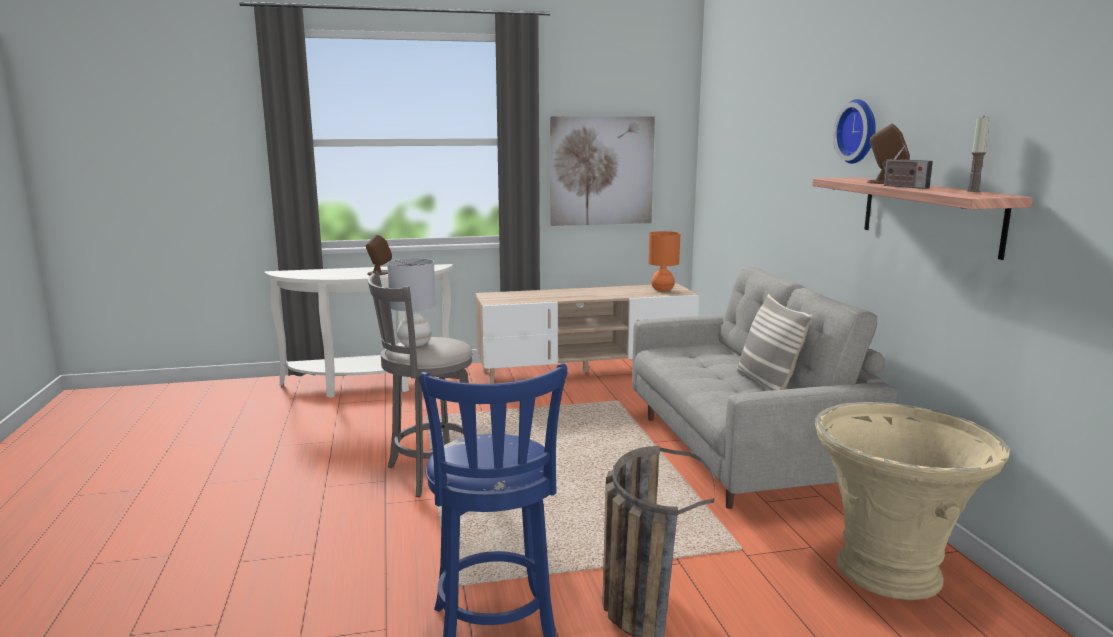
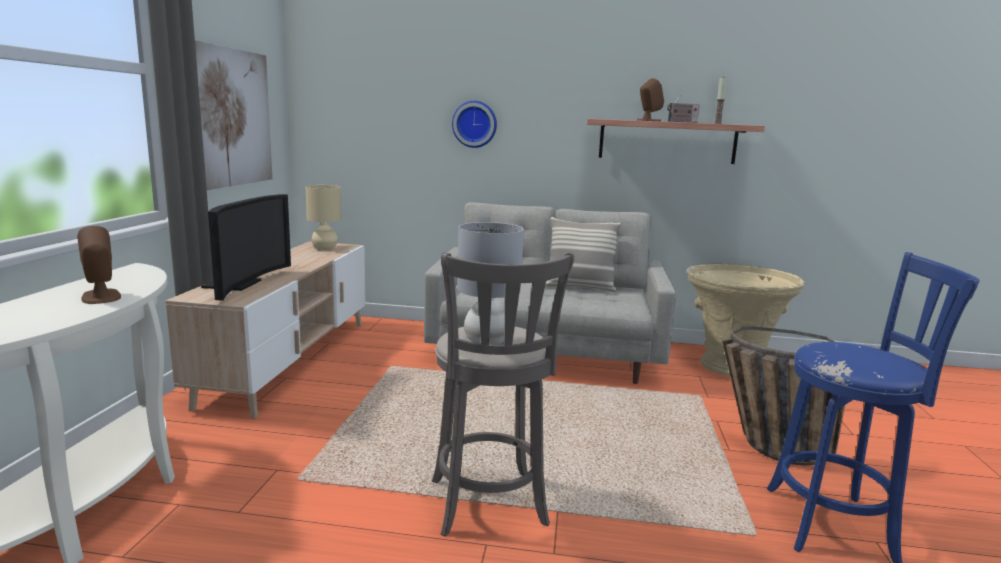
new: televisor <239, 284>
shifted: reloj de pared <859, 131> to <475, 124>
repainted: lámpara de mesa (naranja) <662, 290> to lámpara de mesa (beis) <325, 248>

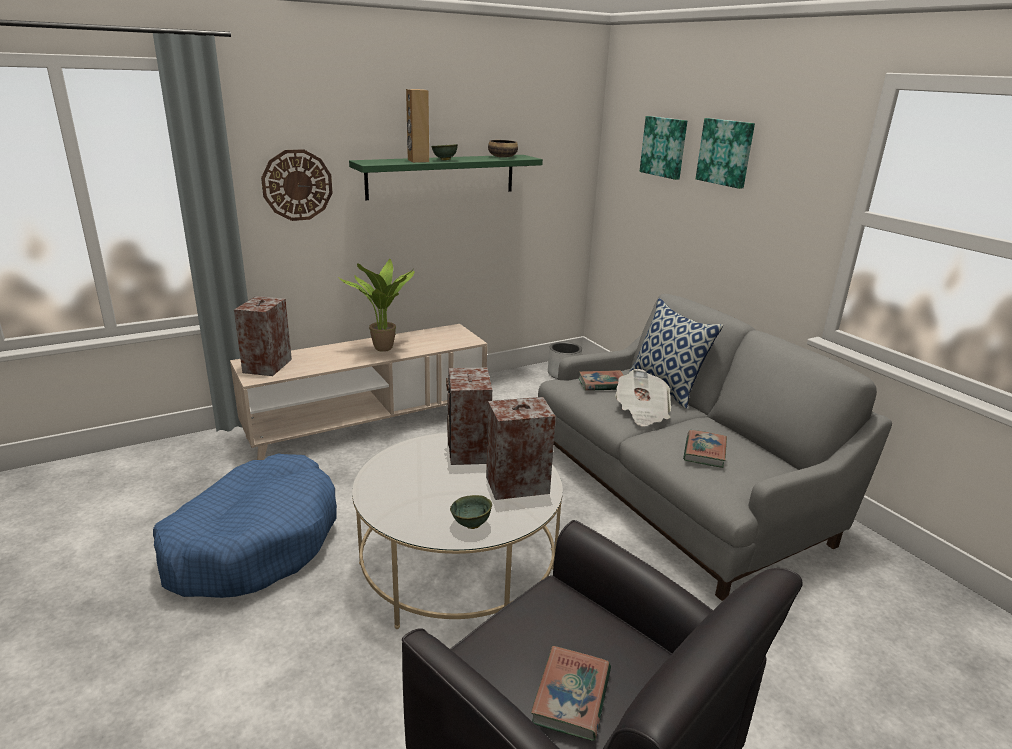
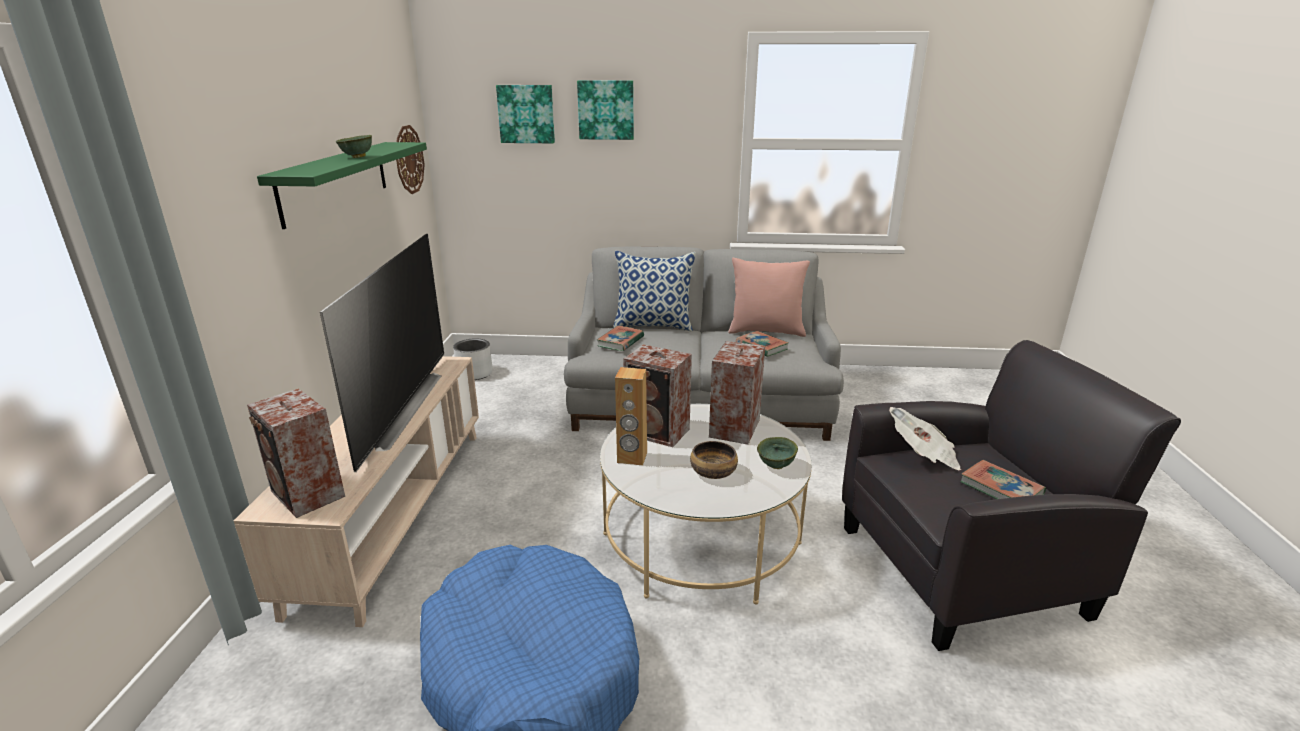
new: cojín (rosa) <766, 331>
shifted: altavoz (marrón) <418, 161> to <632, 458>; cuenco <502, 157> to <712, 472>; reloj de pared <297, 185> to <409, 159>; periódico <641, 412> to <922, 455>
swapped: planta en maceta <385, 350> to televisor <397, 408>

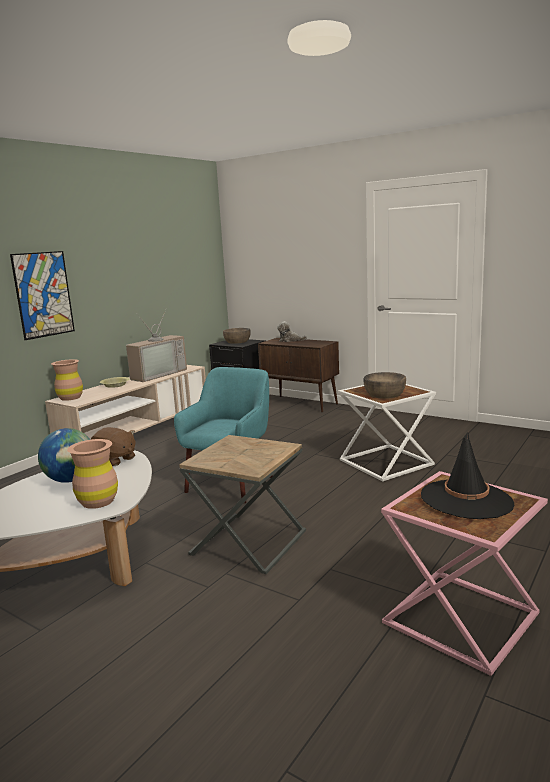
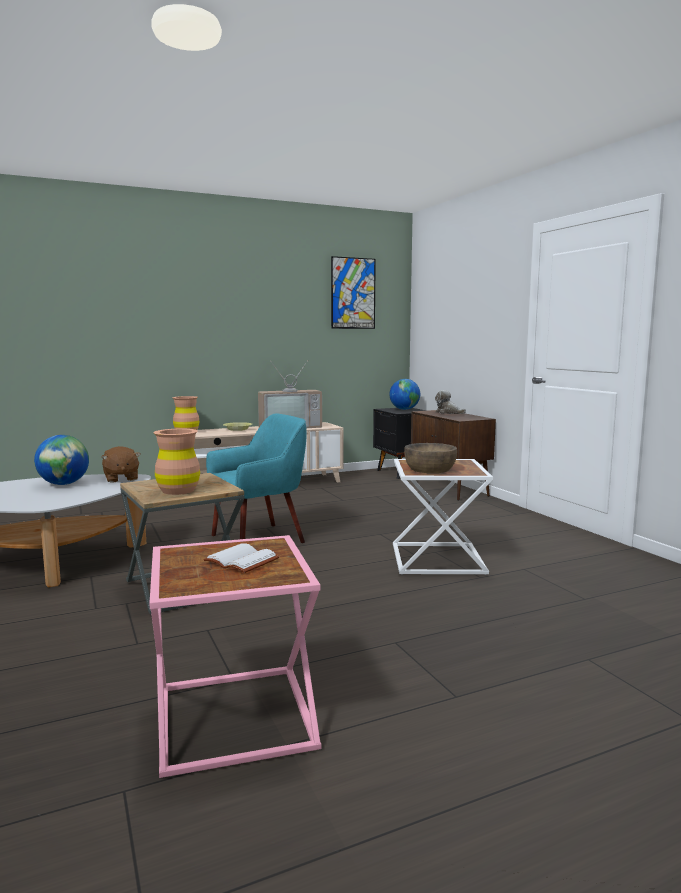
shifted: cuadro <43, 294> to <353, 293>; florero (marrón) <98, 501> to <178, 490>
swapped: cuenco (marrón) <237, 341> to globo terráqueo <404, 409>; sombrero (negro) <466, 499> to libro (blanco) <239, 561>

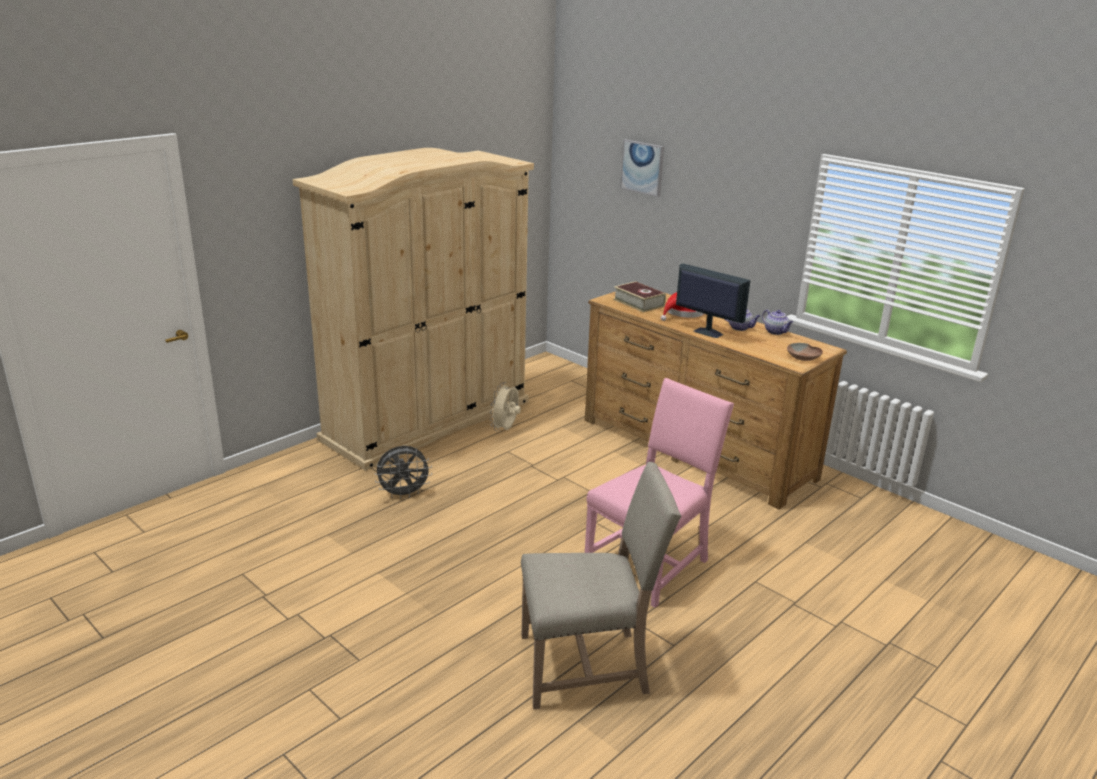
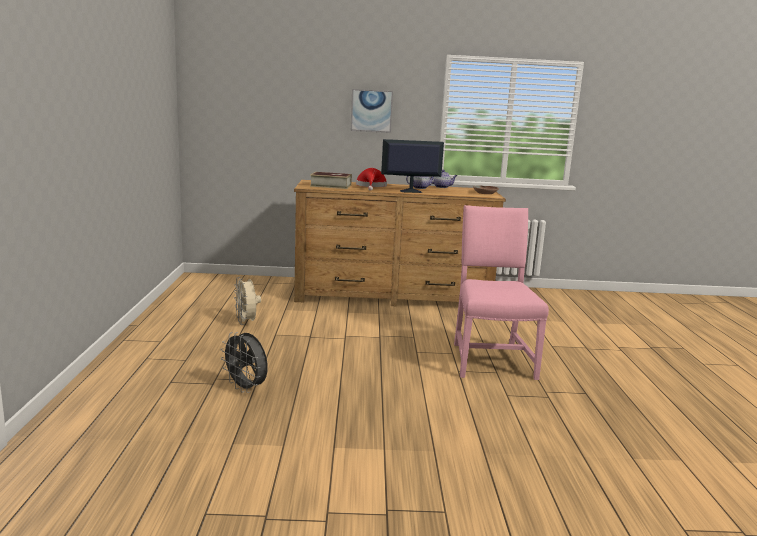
gone: armario ropero (beis) <427, 420>; silla (beis) <588, 665>
shifted: cuadro <642, 167> to <371, 111>
rotated: ventilador (gris) <404, 494> = <246, 388> 105 degrees clockwise

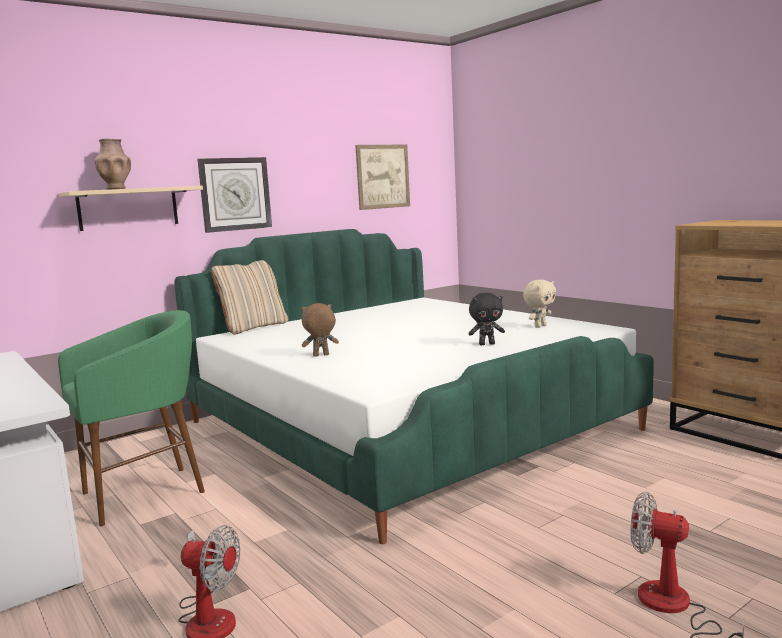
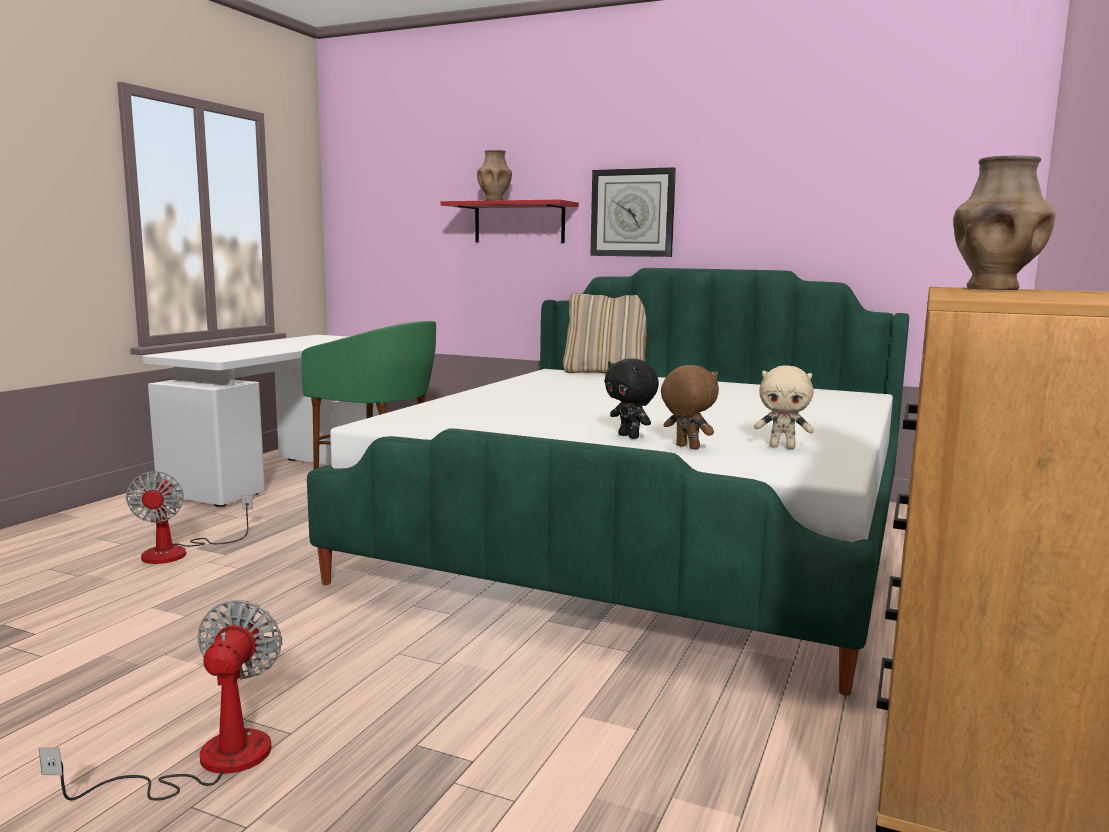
gone: cuadro <383, 176>
new: florero (marrón) <993, 289>
shifted: peluche (marrón) <321, 355> to <686, 447>
repainted: estante (beis) <128, 208> to estante (rojo) <519, 223>

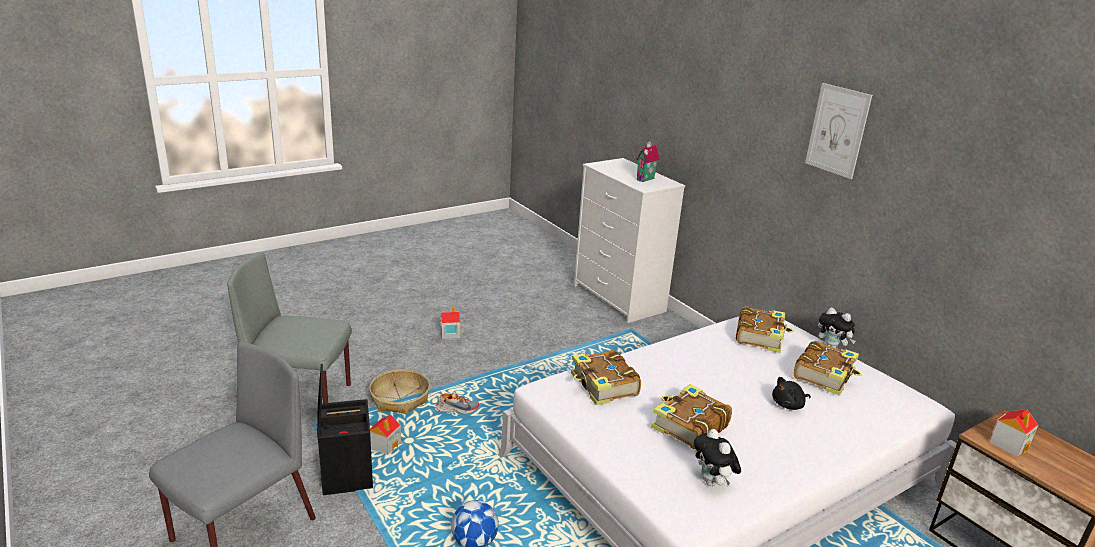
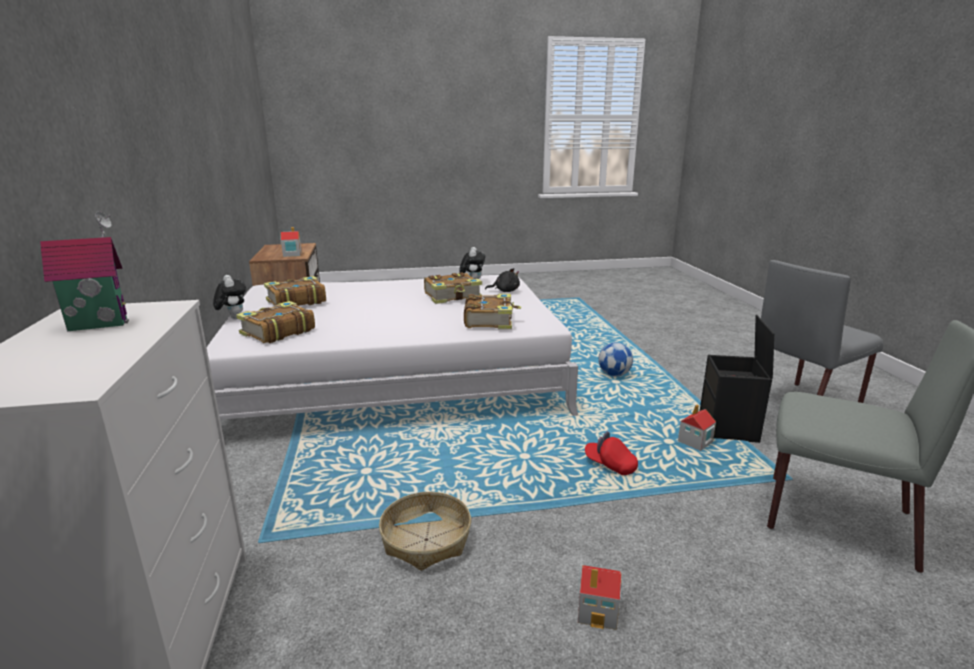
gone: cuadro <837, 130>
shifted: cesta <400, 399> to <426, 540>; peluche (negro) <789, 405> to <505, 291>
swapped: zapato <457, 409> to gorra (rojo) <610, 465>

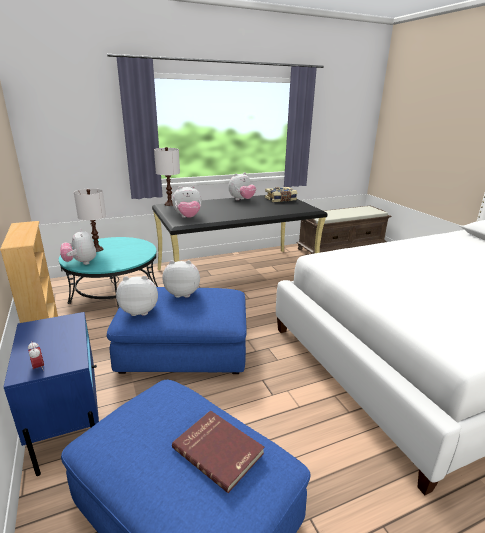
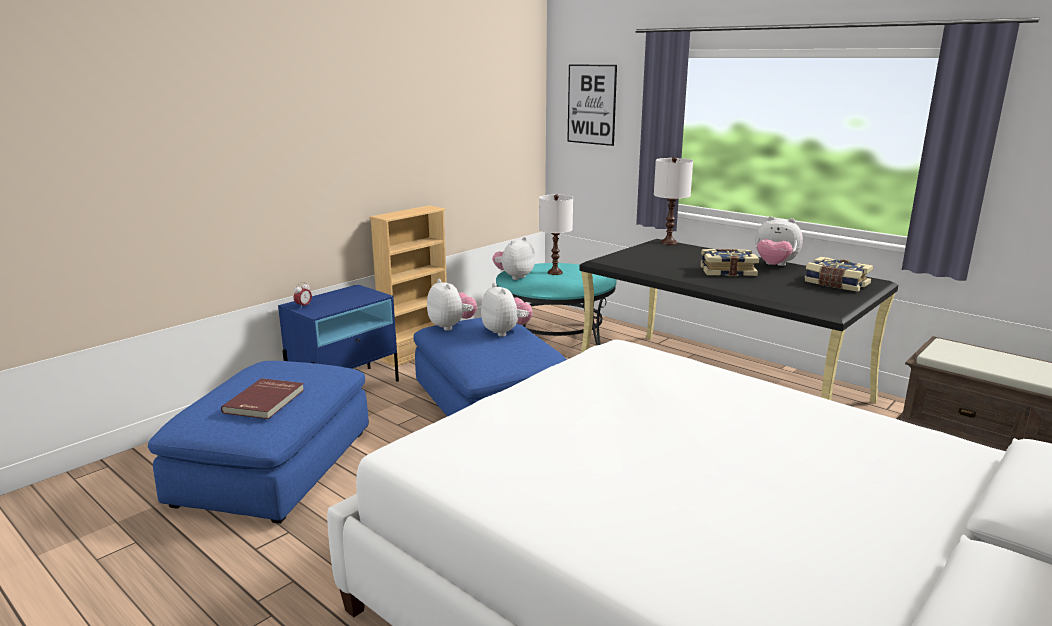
gone: peluche <188, 217>
new: cuadro <591, 104>; libro <727, 271>

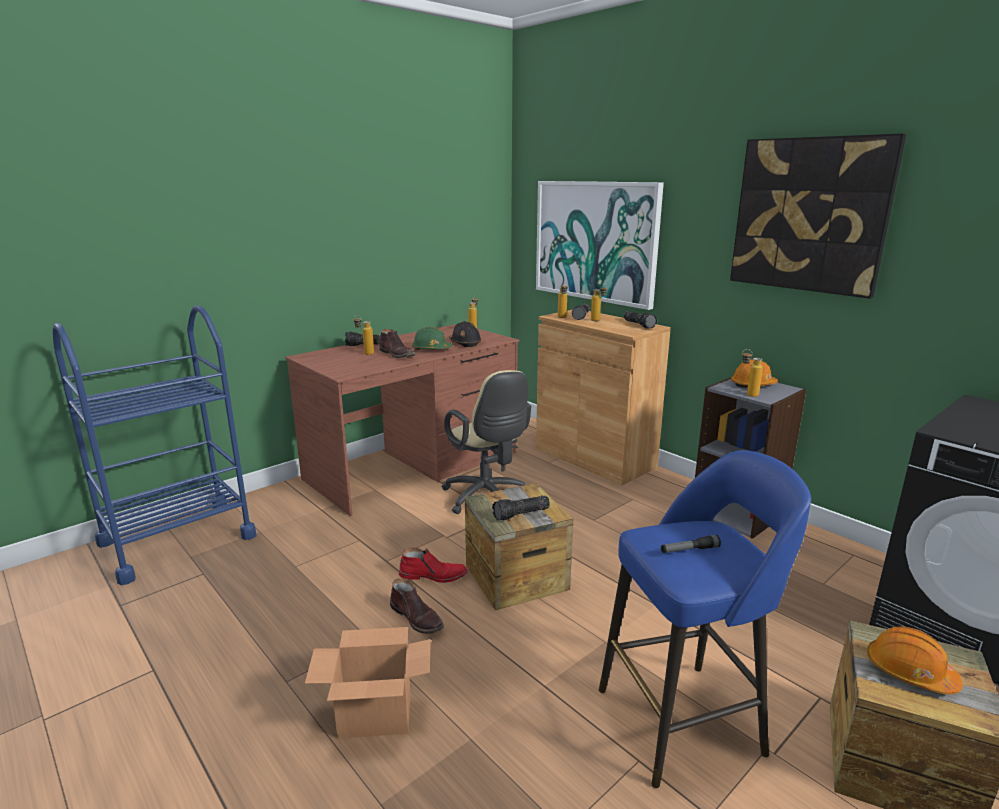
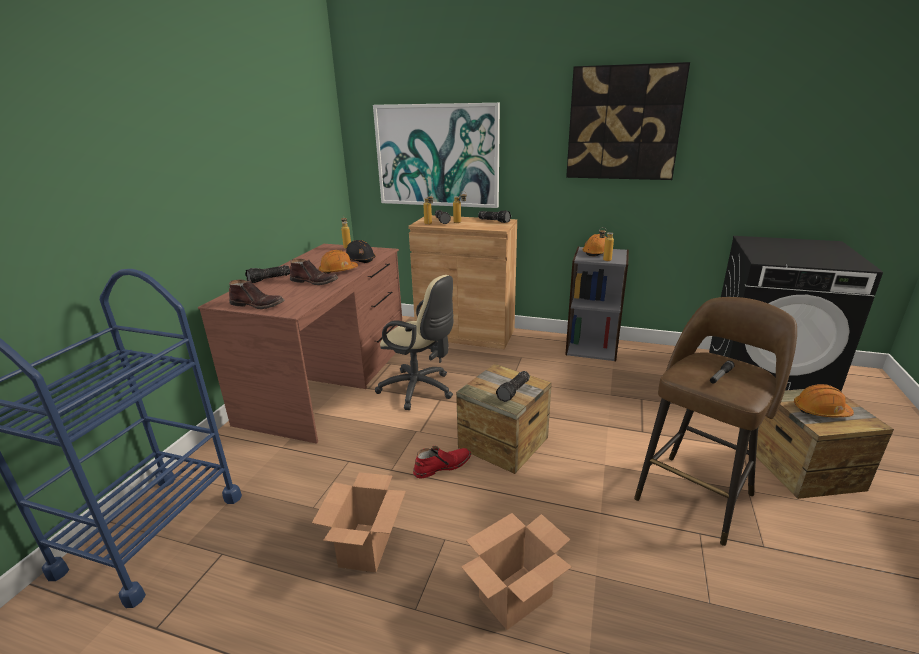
gone: botella <365, 354>
new: caja de cartón <366, 546>
shifted: bota (marrón) <417, 618> to <258, 305>
repainted: casco (verde) <431, 349> to casco (naranja) <338, 271>; taburete (azul) <684, 720> to taburete (marrón) <696, 495>

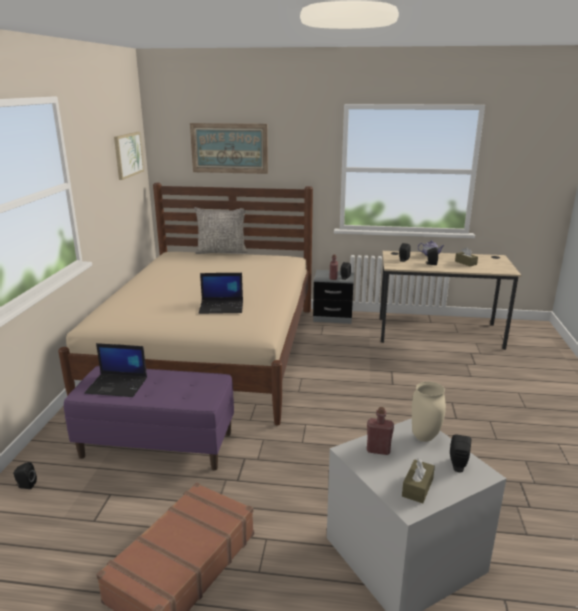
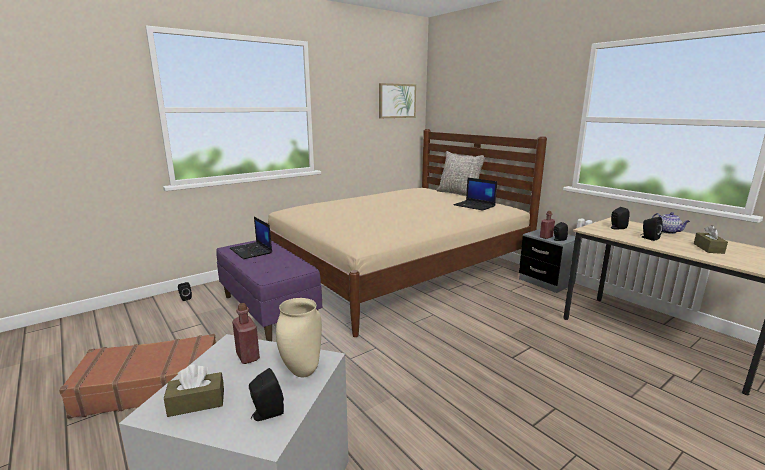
gone: cuadro <229, 148>
shifted: portátil <222, 307> to <475, 206>

